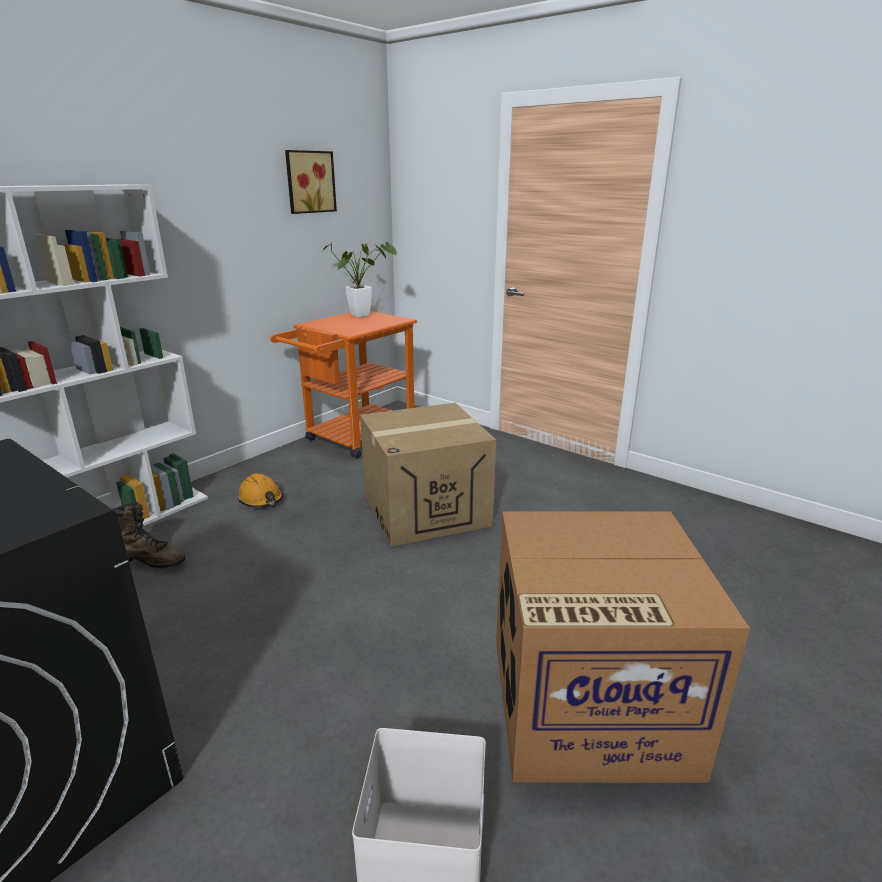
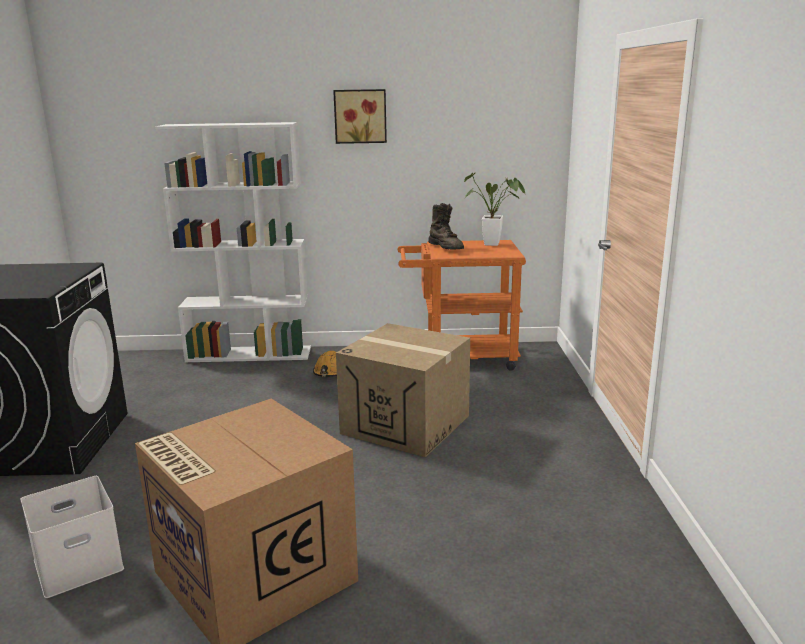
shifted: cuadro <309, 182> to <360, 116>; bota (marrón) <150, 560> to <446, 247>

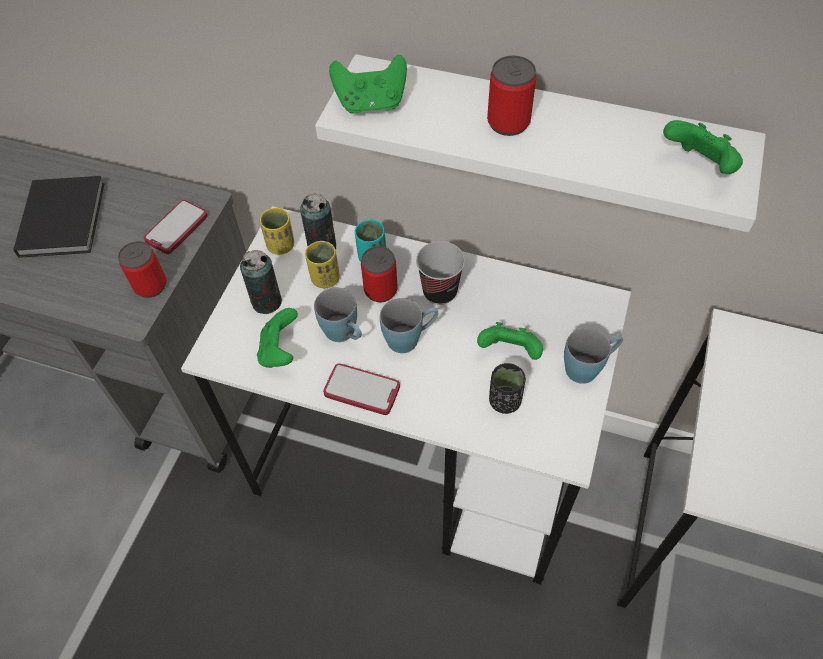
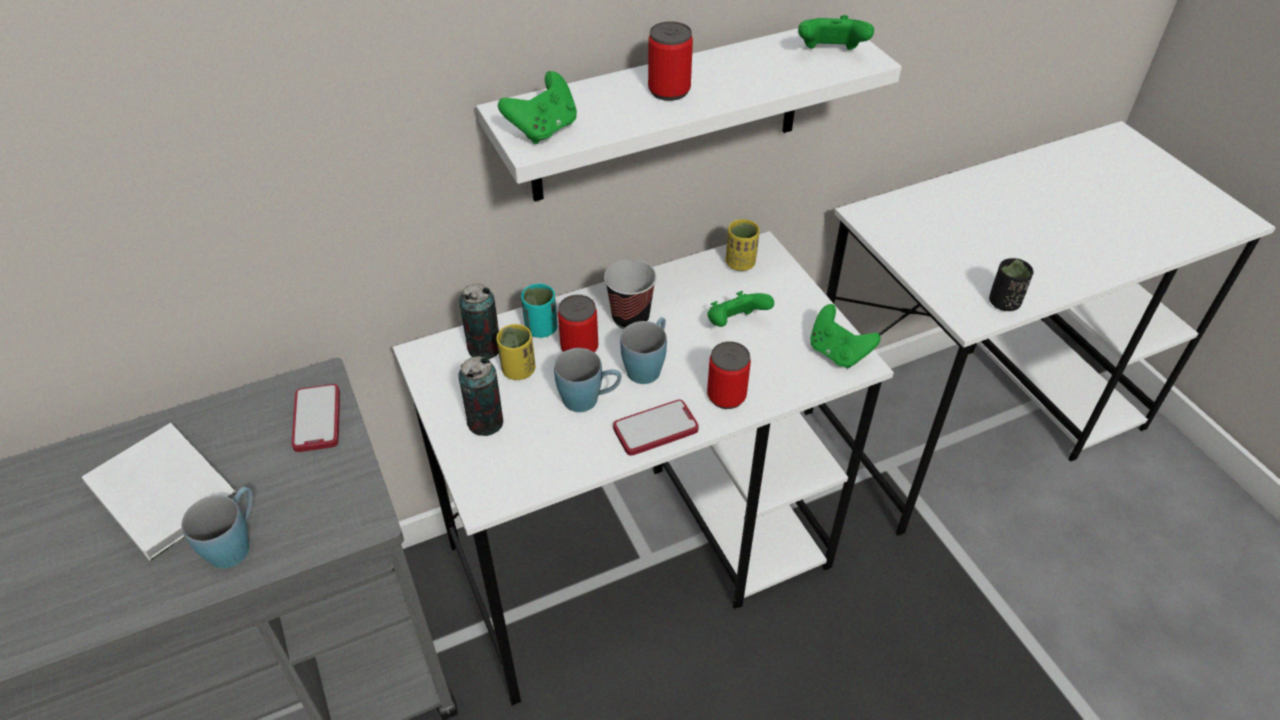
shifted: taza (amarillo) <281, 245> to <740, 263>; lata <150, 285> to <726, 396>; mando de consola (verde) <280, 351> to <837, 353>; taza grande (azul) <588, 367> to <236, 542>; taza (negro) <504, 401> to <1003, 303>
repainted: libro (negro) <65, 217> to libro (blanco) <163, 490>

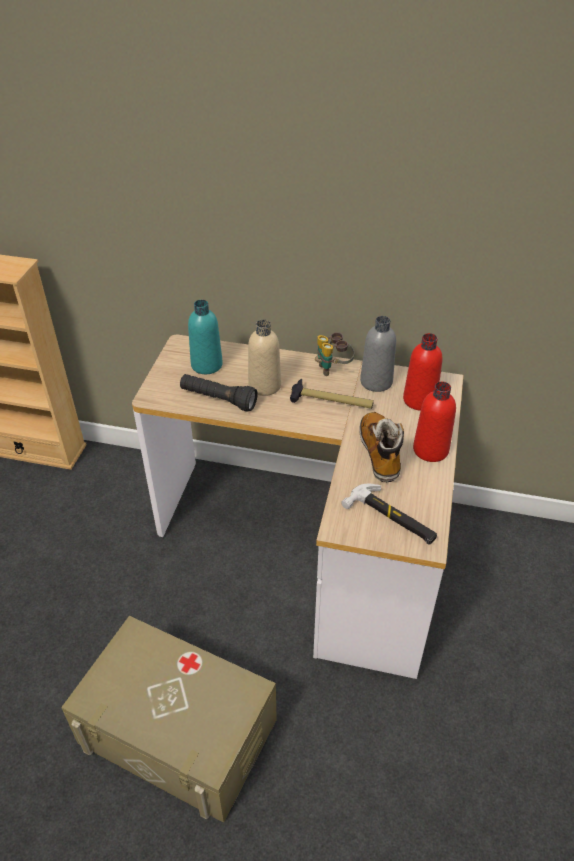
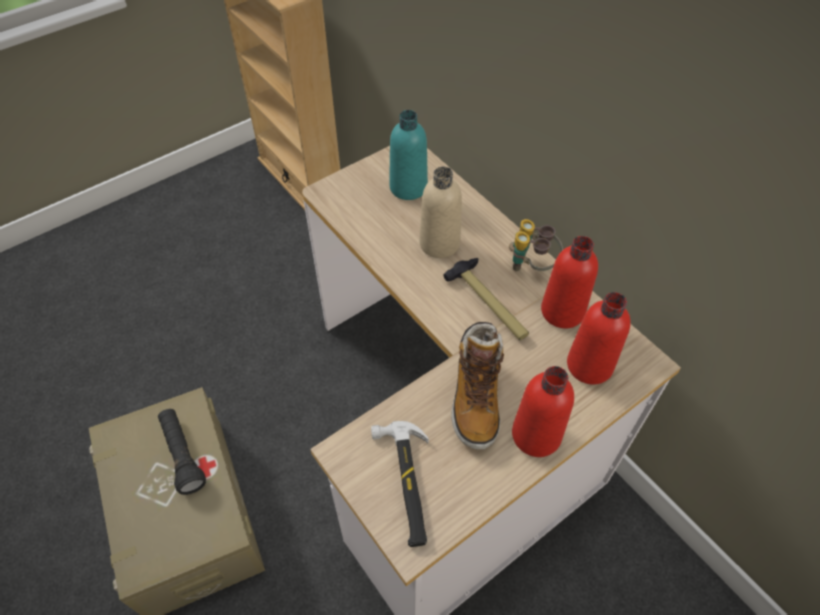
shifted: linterna (negro) <218, 400> to <182, 455>
repainted: botella (gris) <376, 382> to botella (rojo) <562, 311>
rotated: bota <380, 453> = <475, 399> 150 degrees clockwise

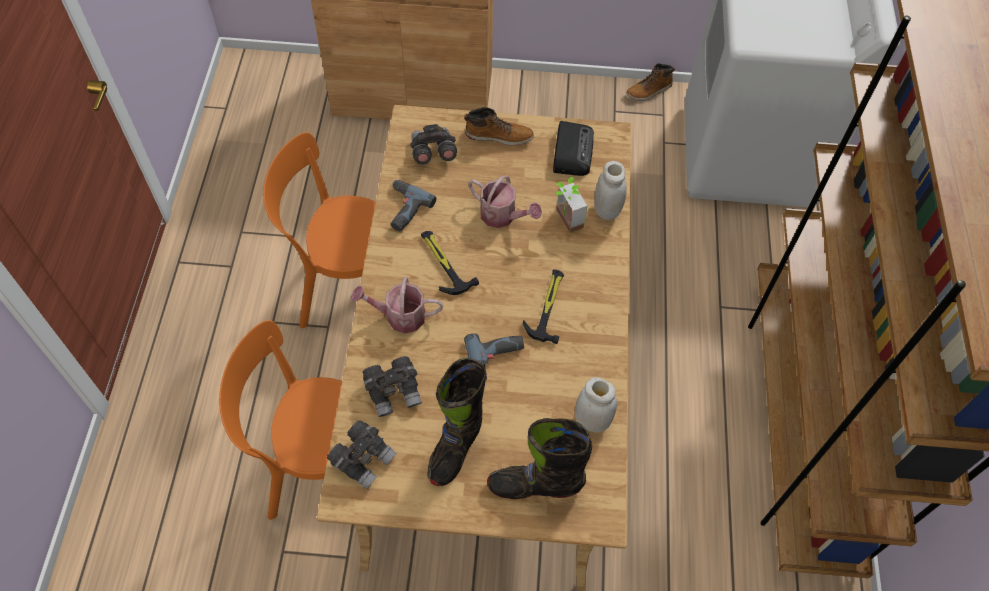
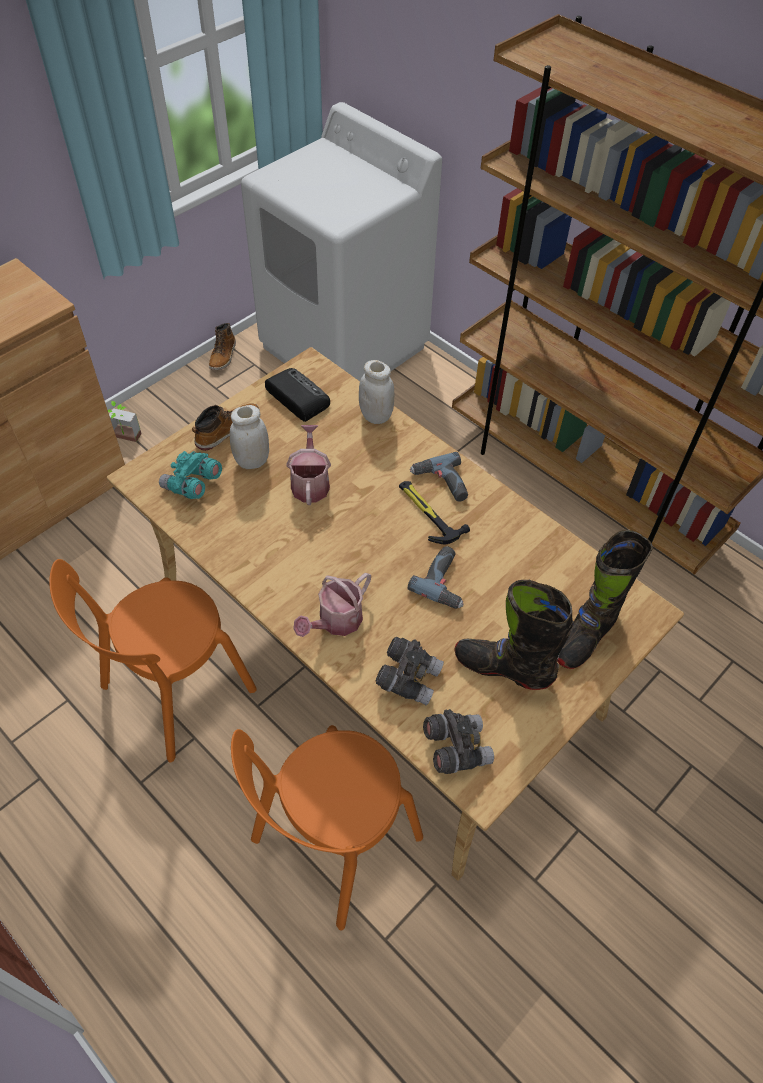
gone: martillo <443, 263>
shifted: planta en maceta <564, 221> to <125, 439>; taladro <402, 209> to <441, 483>; tarro (blanco) <592, 420> to <252, 461>
repainted: prismáticos (gris) <432, 153> to prismáticos (turquesa) <192, 485>
rotated: regadera <502, 216> = <310, 482> 75 degrees counterclockwise; bota (negro) <455, 447> = <503, 668> 135 degrees clockwise

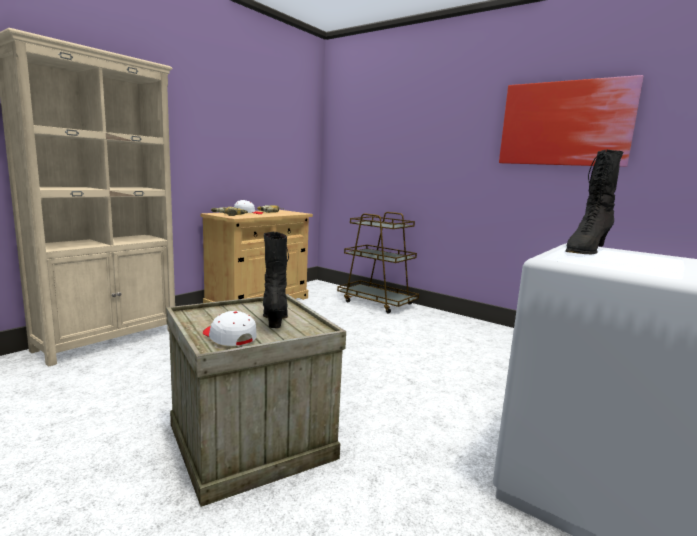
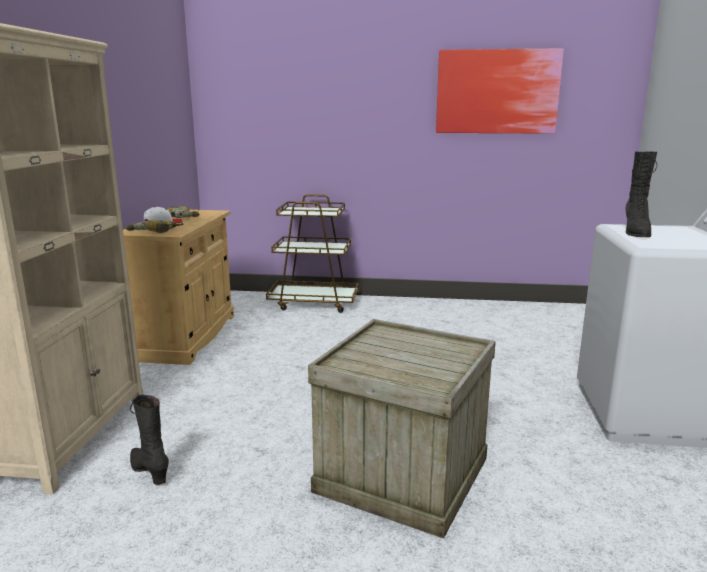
gone: gorra (blanco) <229, 337>
shifted: bota (negro) <275, 320> to <149, 471>

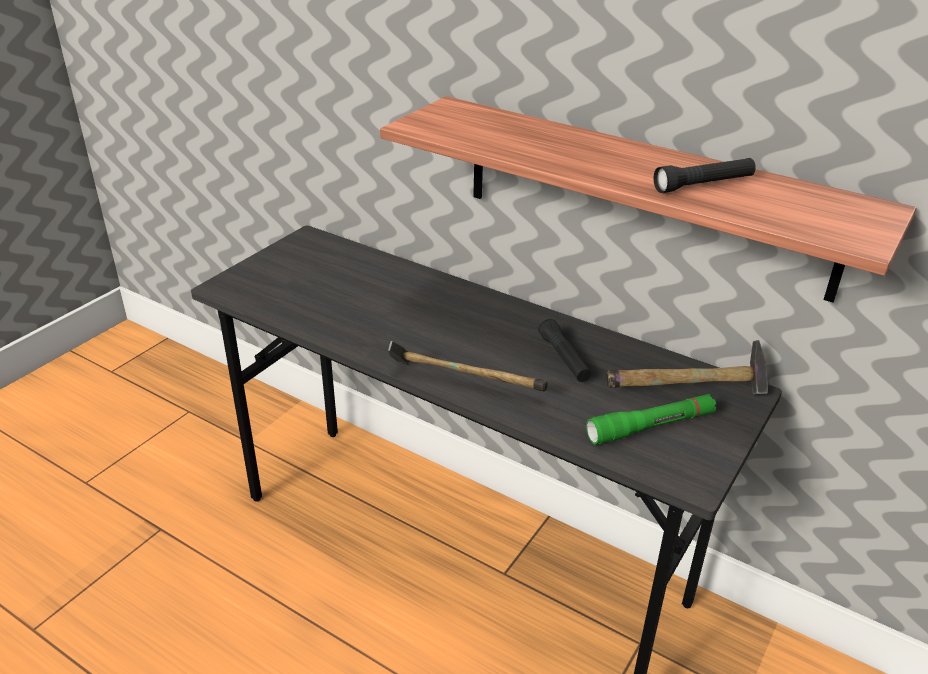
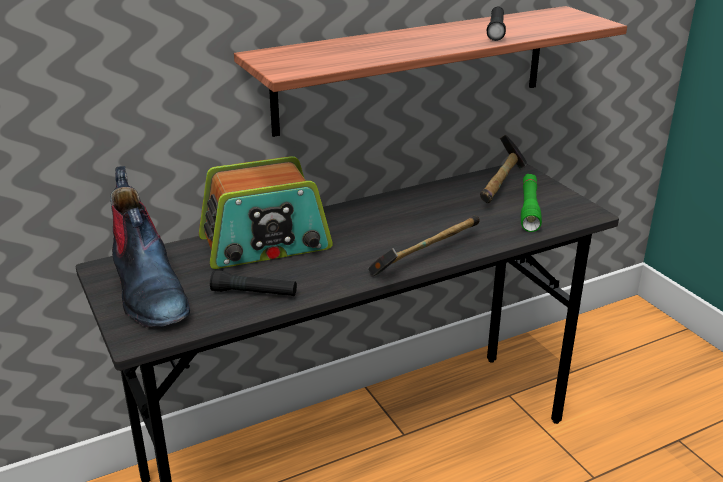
new: radio <265, 244>; bota <148, 291>
shifted: linterna (negro) <564, 359> to <254, 293>

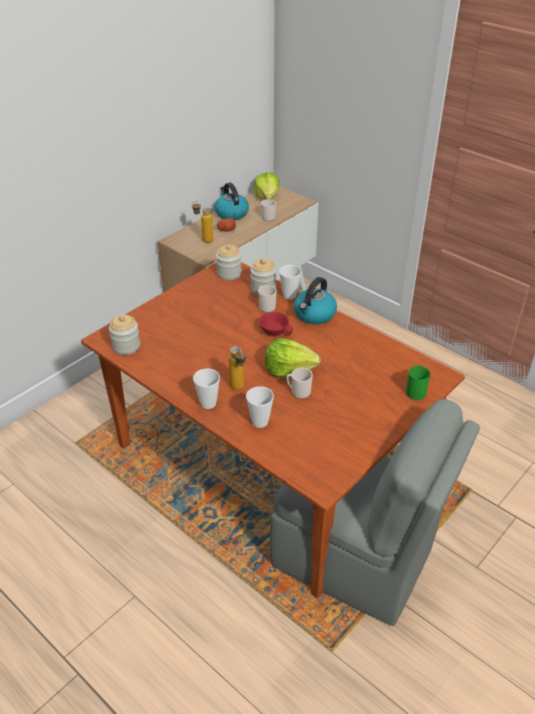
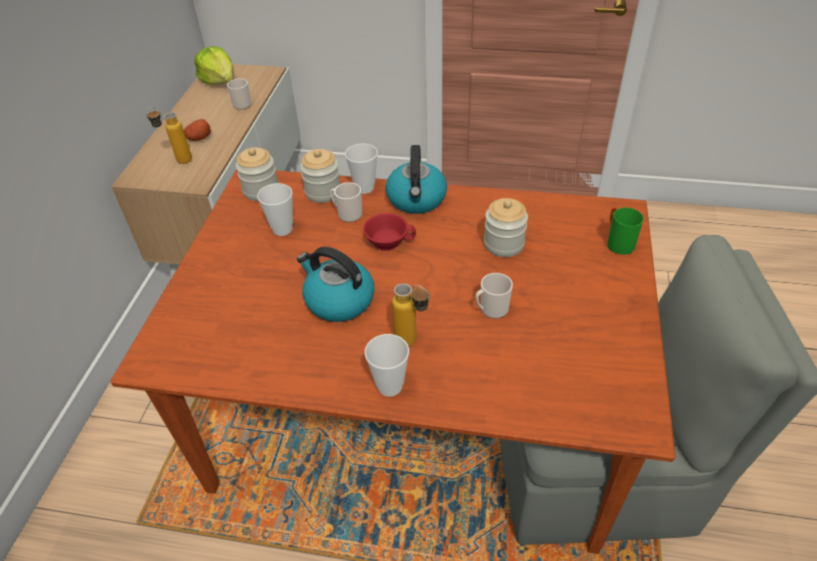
gone: lechuga <289, 369>
shifted: hervidor <231, 213> to <338, 300>; tarro <126, 346> to <504, 244>; taza <260, 422> to <282, 229>

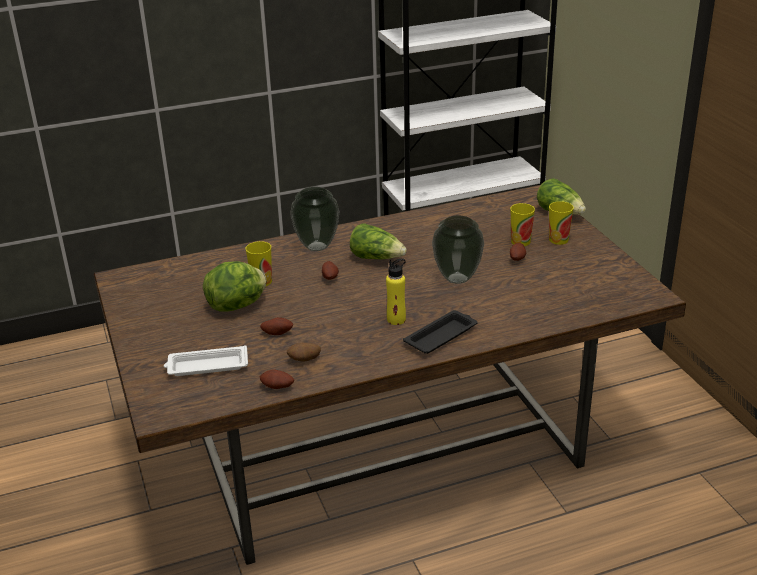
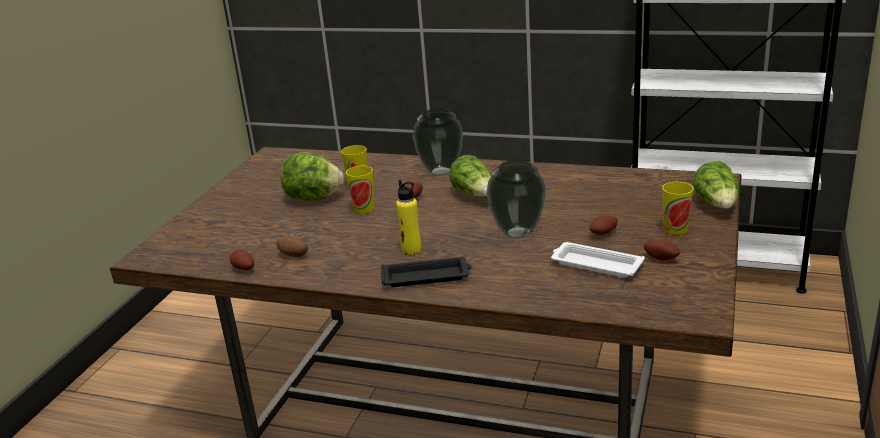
shifted: taza <520, 241> to <364, 208>; patata <277, 333> to <661, 258>; bandeja (blanco) <206, 366> to <595, 264>

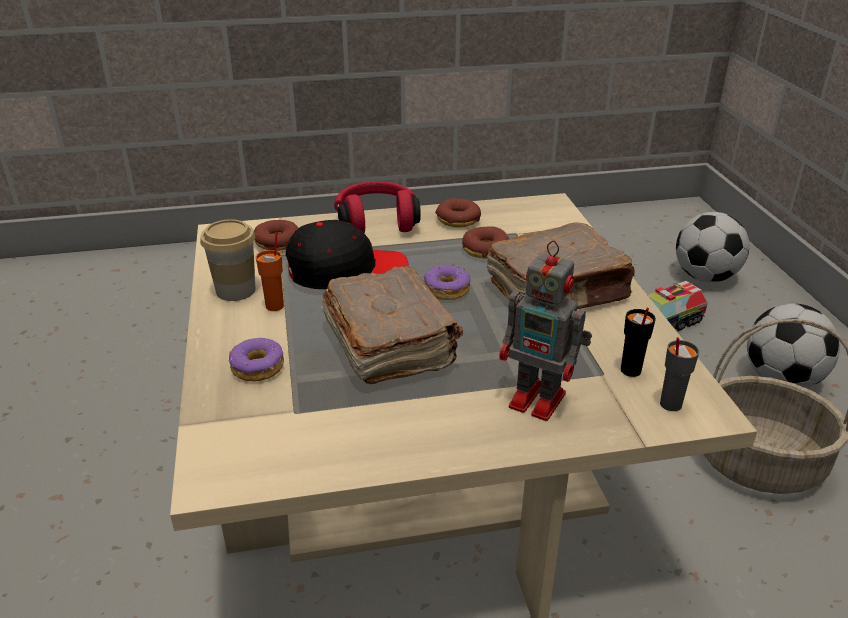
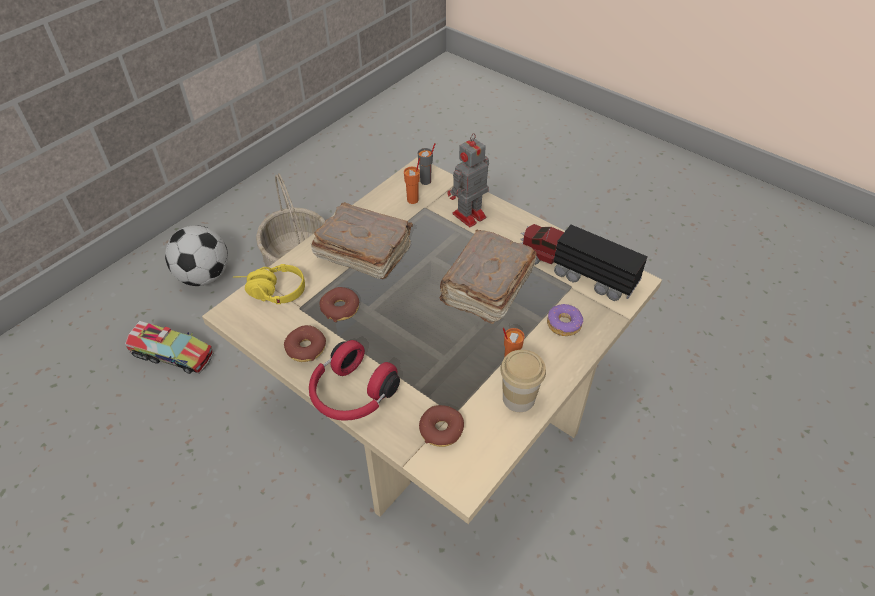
gone: balón de fútbol <705, 277>; gorra (negro) <347, 271>; rosquilla <446, 290>
new: camión de juguete <575, 270>; auriculares (amarillo) <270, 292>
repainted: taza (negro) <630, 371> to taza (naranja) <413, 200>
rotated: robot de juguete <540, 401> = <468, 216> 120 degrees counterclockwise

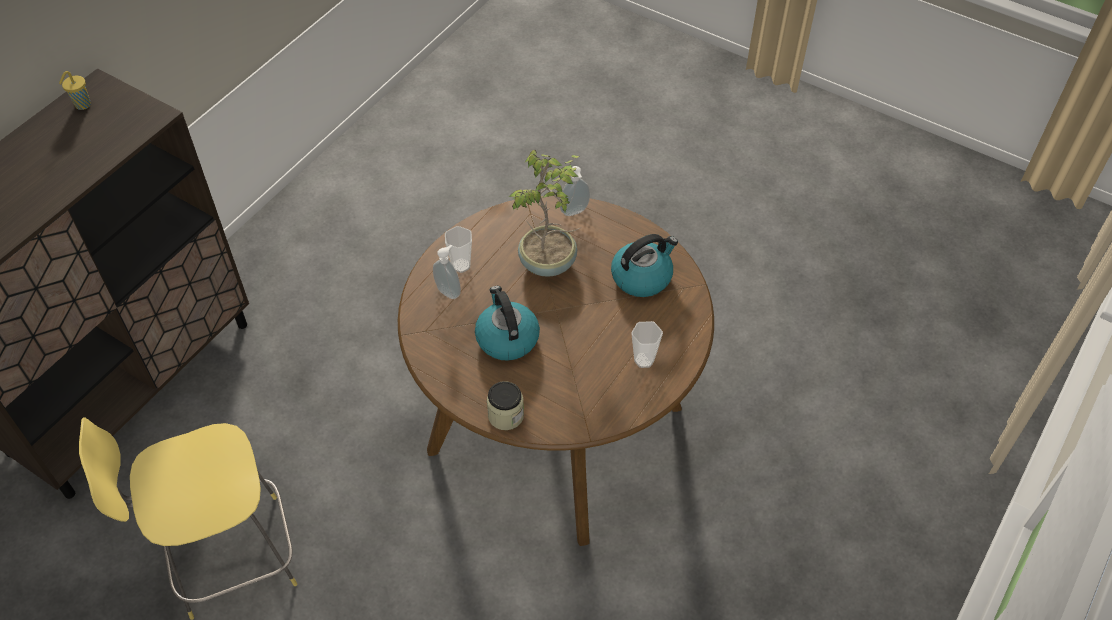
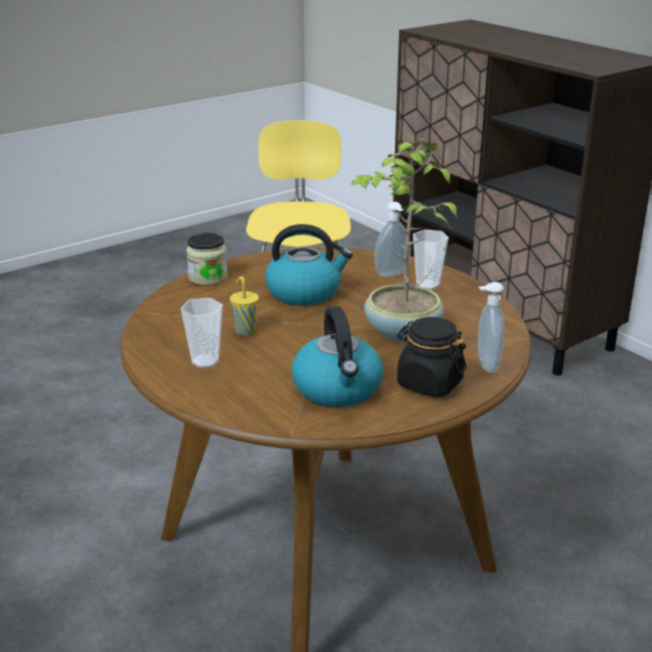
new: tarro (negro) <429, 383>
shifted: taza (amarillo) <82, 105> to <245, 330>

